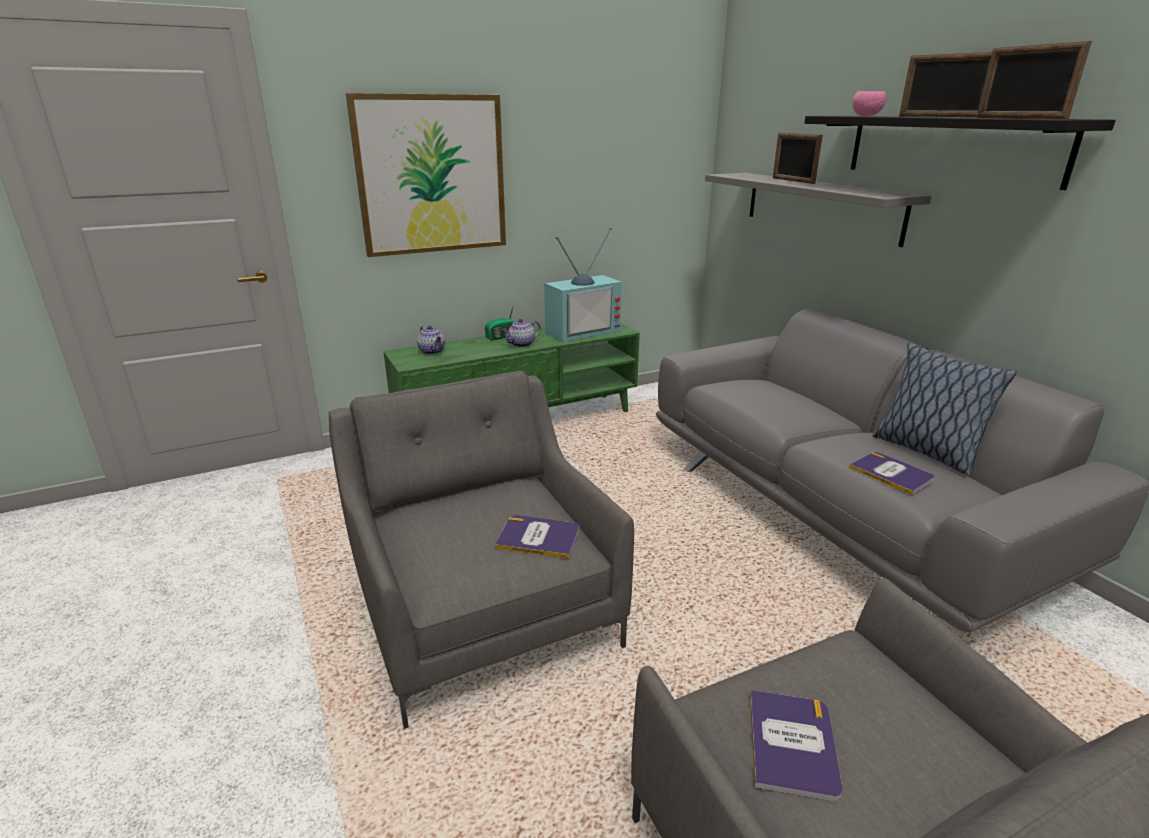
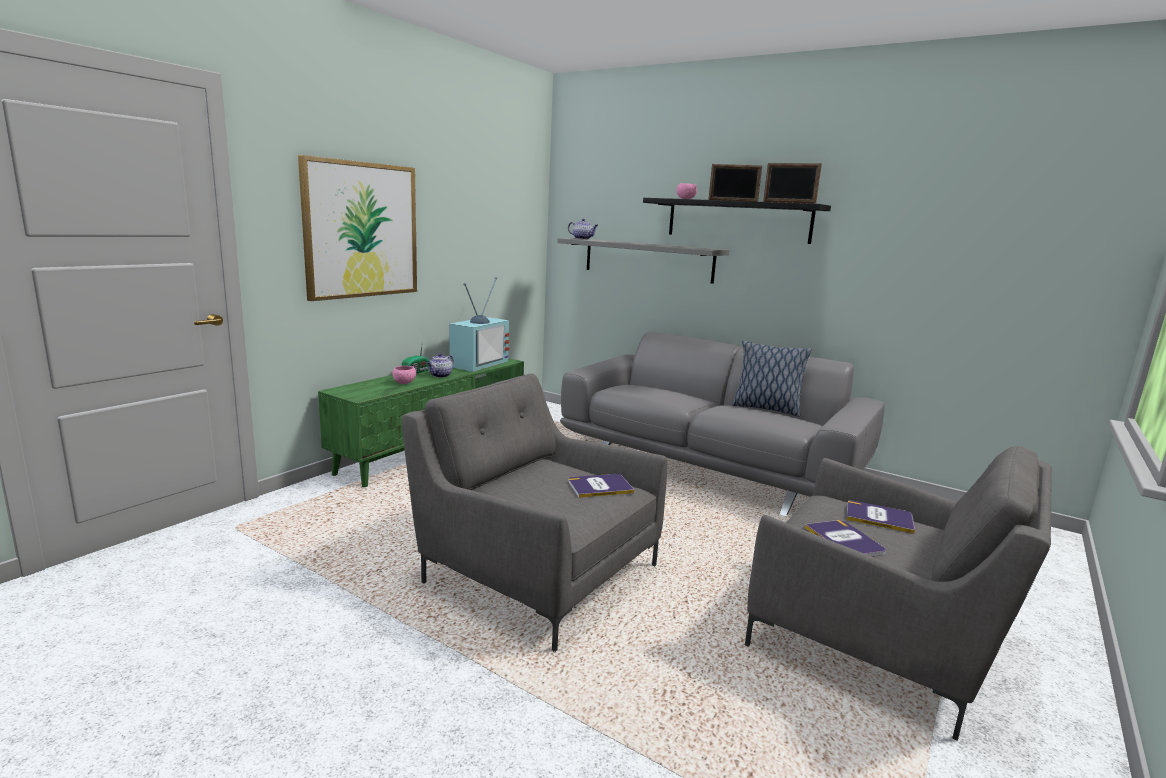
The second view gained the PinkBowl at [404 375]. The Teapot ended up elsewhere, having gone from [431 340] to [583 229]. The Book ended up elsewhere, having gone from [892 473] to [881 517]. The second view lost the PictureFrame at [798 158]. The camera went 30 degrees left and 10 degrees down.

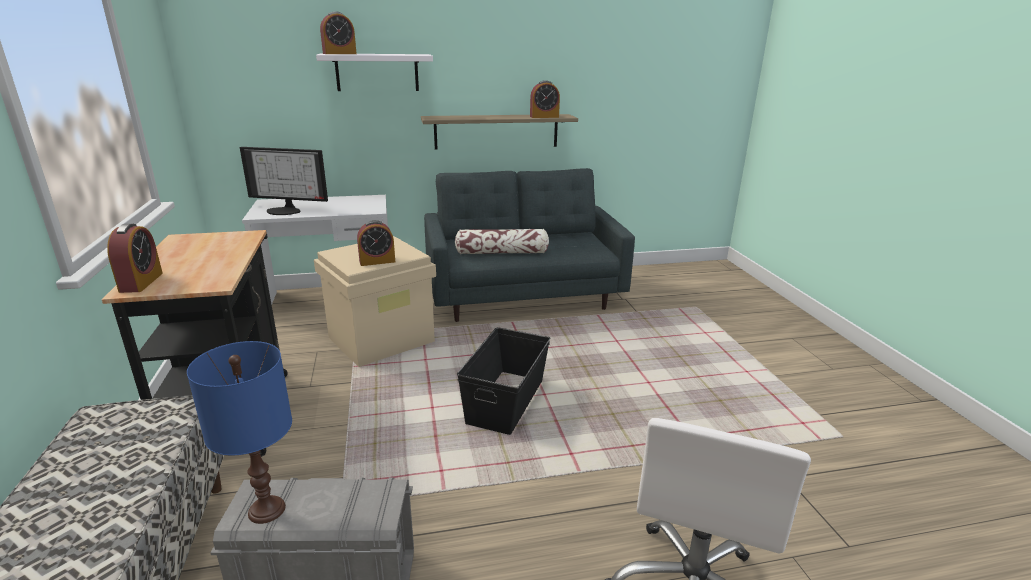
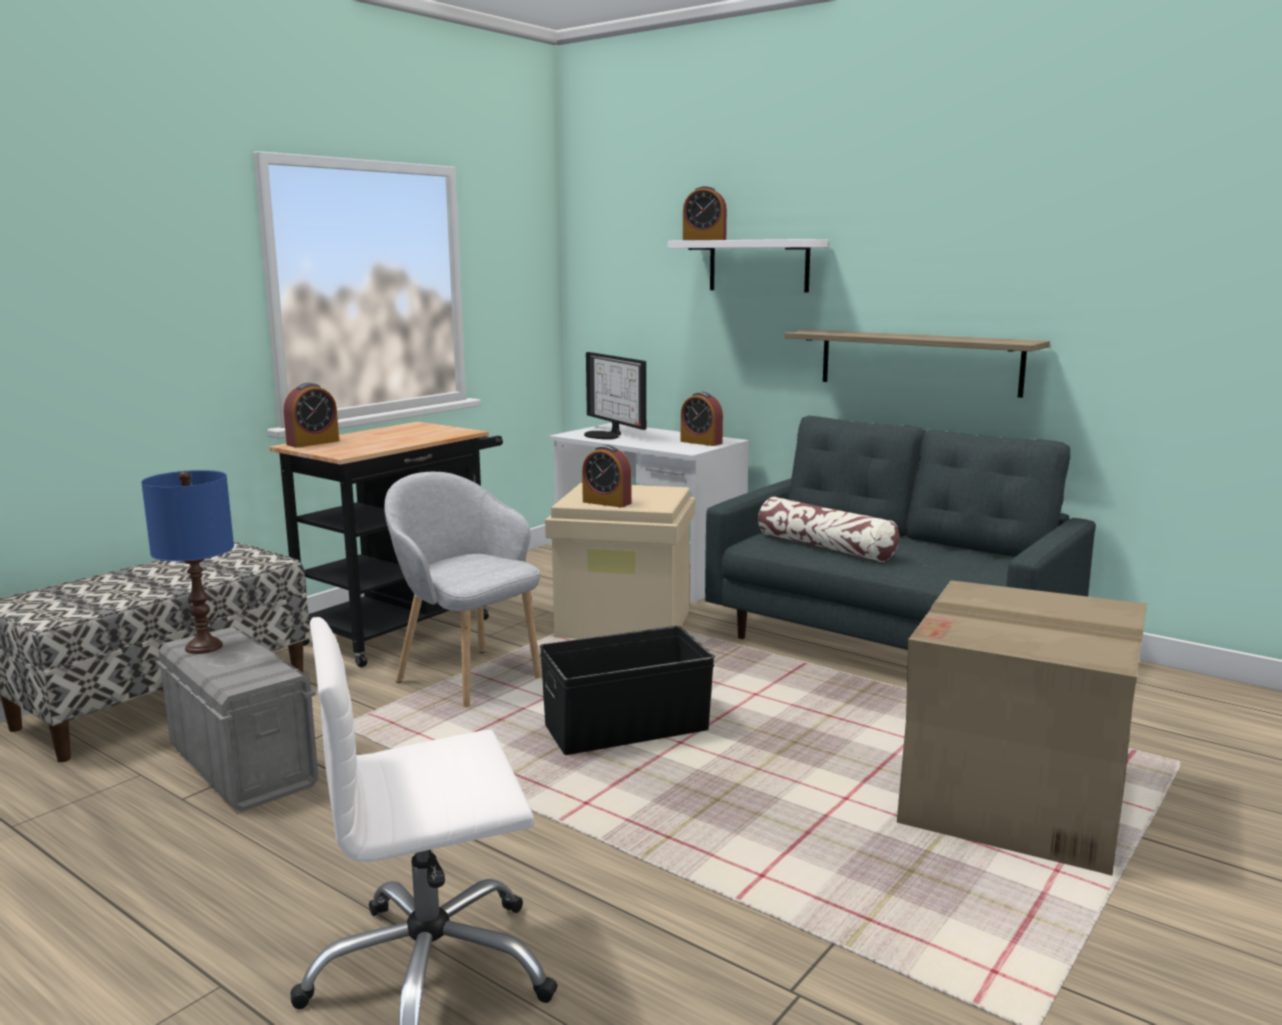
The second view gained the GreyArmchair at [462 589]. The AlarmClock ended up elsewhere, having gone from [545 99] to [702 419]. The second view gained the CardboardBox at [1022 728]. The camera went 50 degrees right and 10 degrees down.

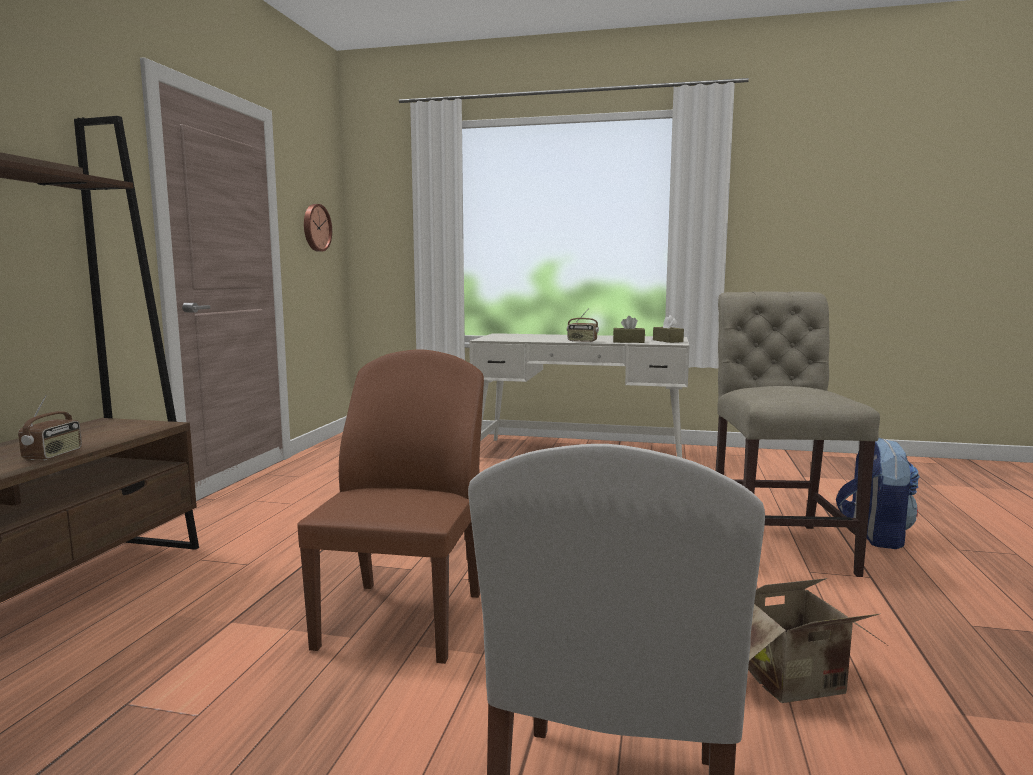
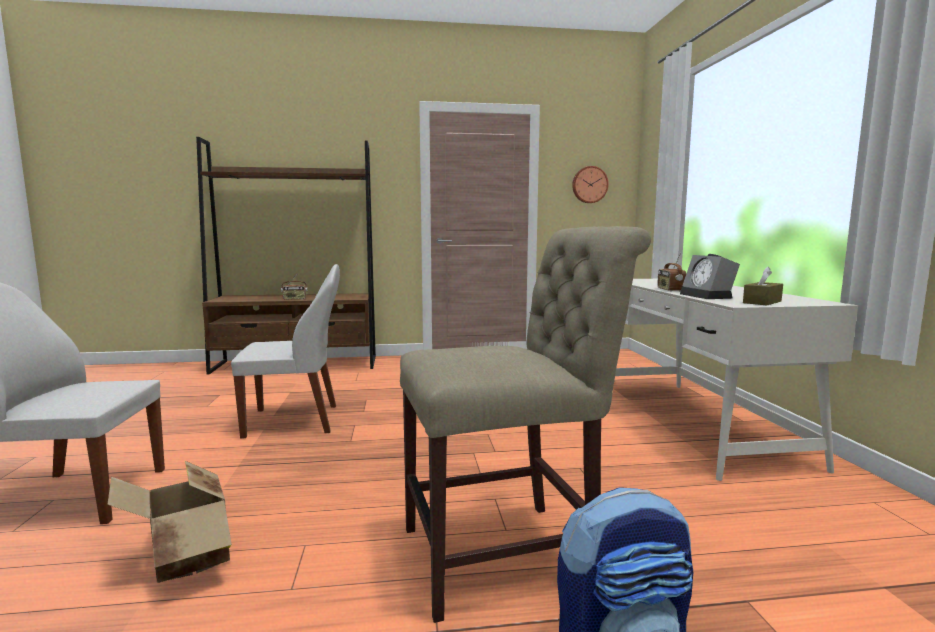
What was the BrownChair at [390 506] turned into the WhiteChair at [285 351]. Where the BrownTissueBox stood at [629 329], the AlarmClock came to stand at [710 276]. The camera went 70 degrees right and 0 degrees up.

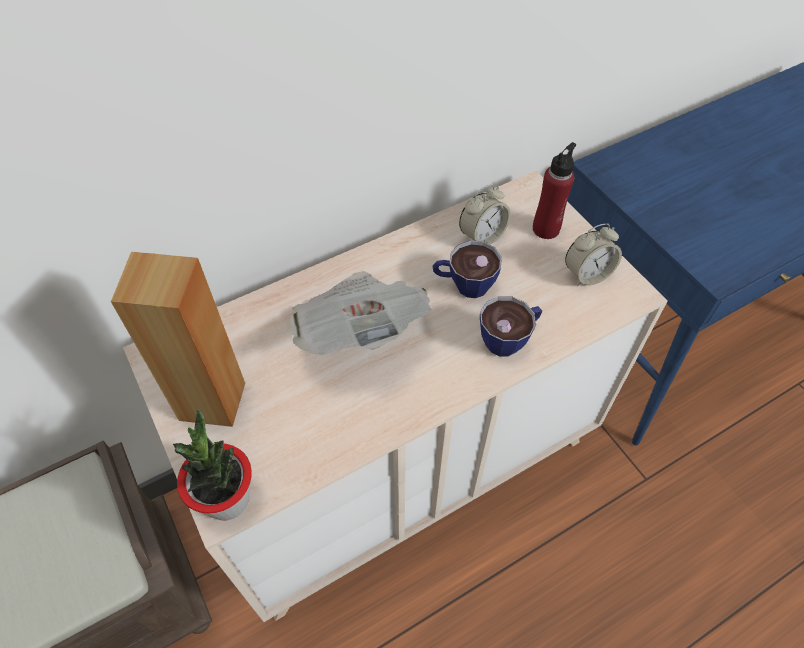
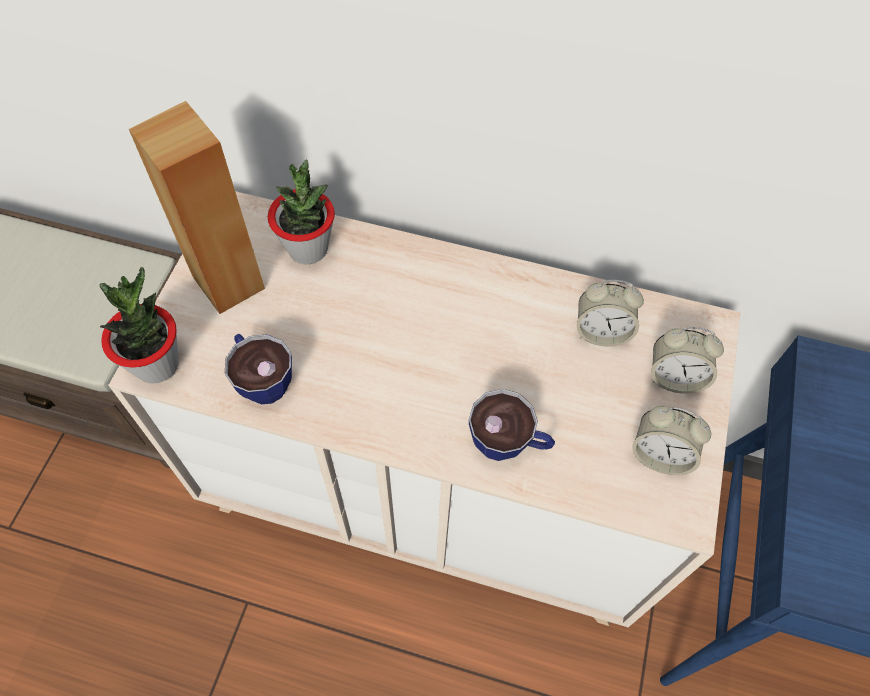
The Cup ended up elsewhere, having gone from [467 269] to [258 369]. The second view gained the PottedPlant at [301 211]. Where the RedBottle stood at [554 190], the AlarmClock came to stand at [687 360]. The second view lost the Newspaper at [361 313]. The camera went 45 degrees right and 5 degrees up.

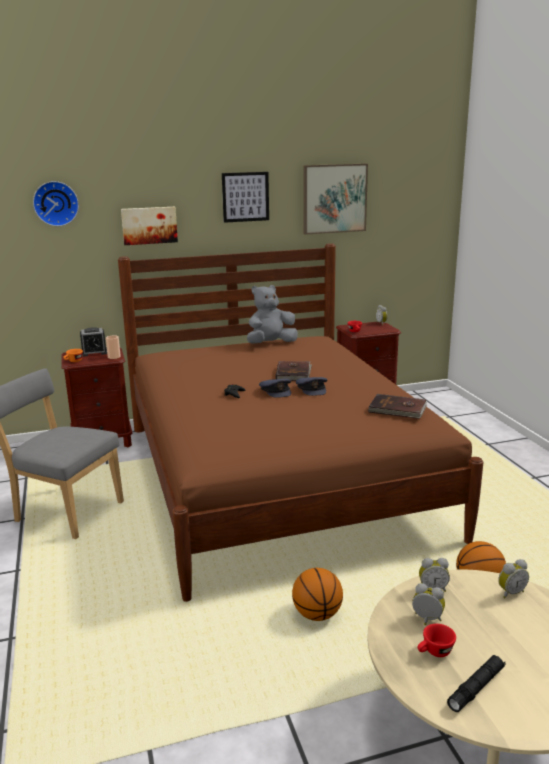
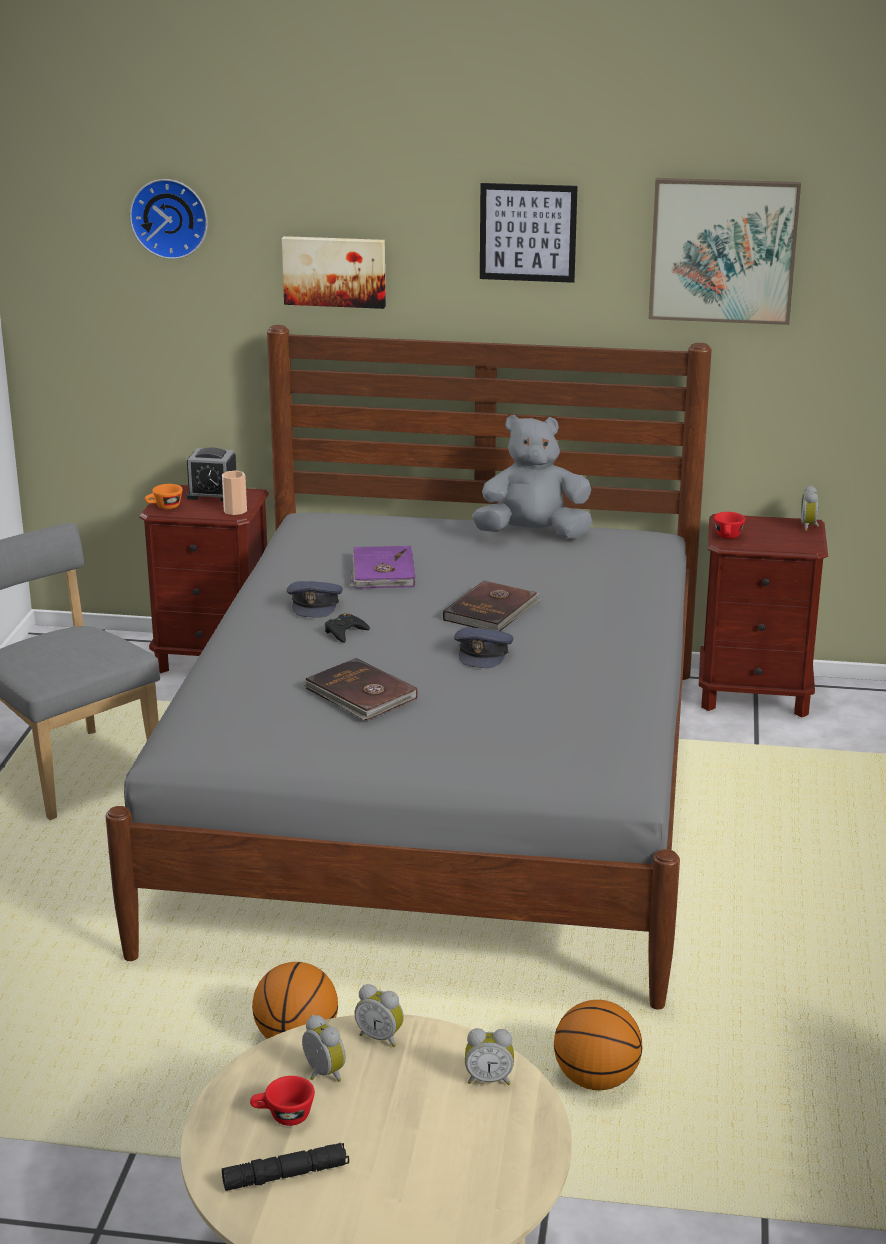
What was the BrownBed at [300 422] turned into the GreyBed at [408 667]. The GreyCap ended up elsewhere, having gone from [275 388] to [315 599]. The BrownBook ended up elsewhere, having gone from [397 406] to [361 689]. The second view gained the PurpleBook at [382 567]. The camera went 25 degrees right and 5 degrees up.

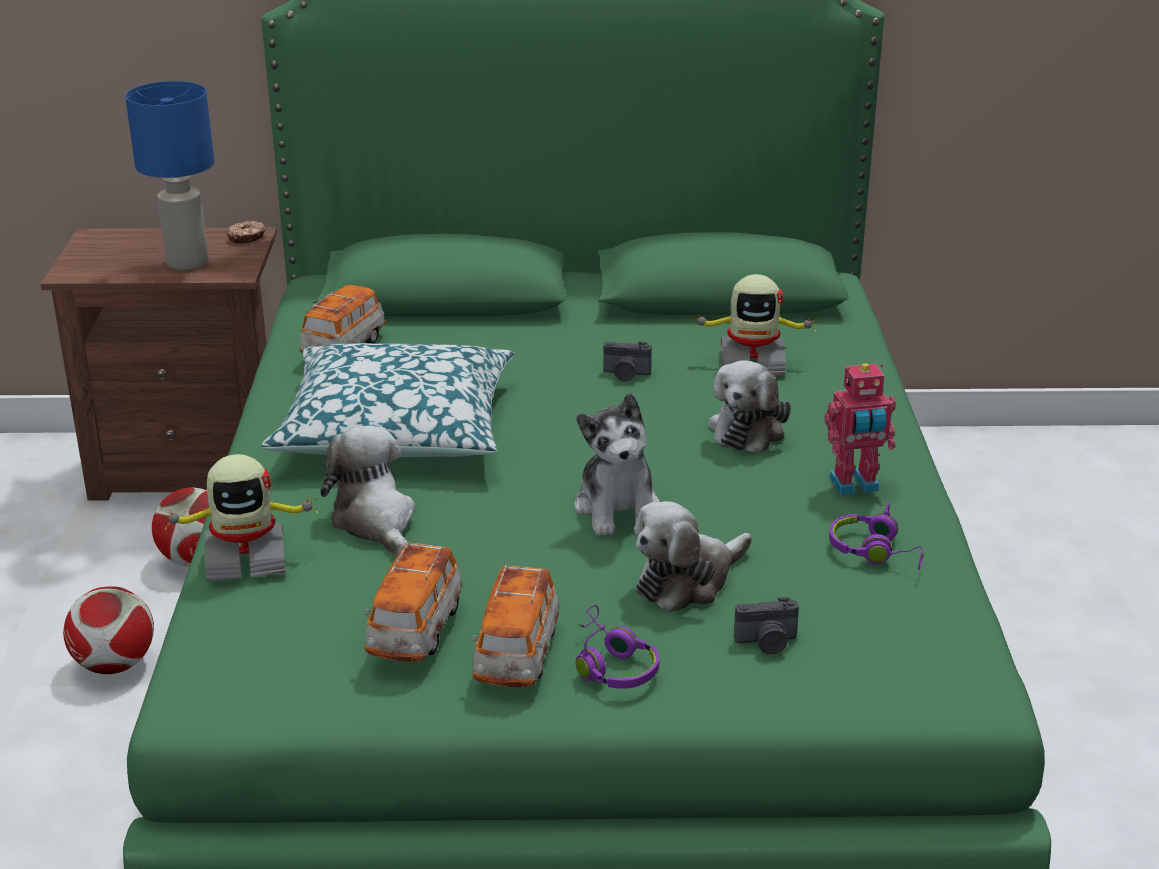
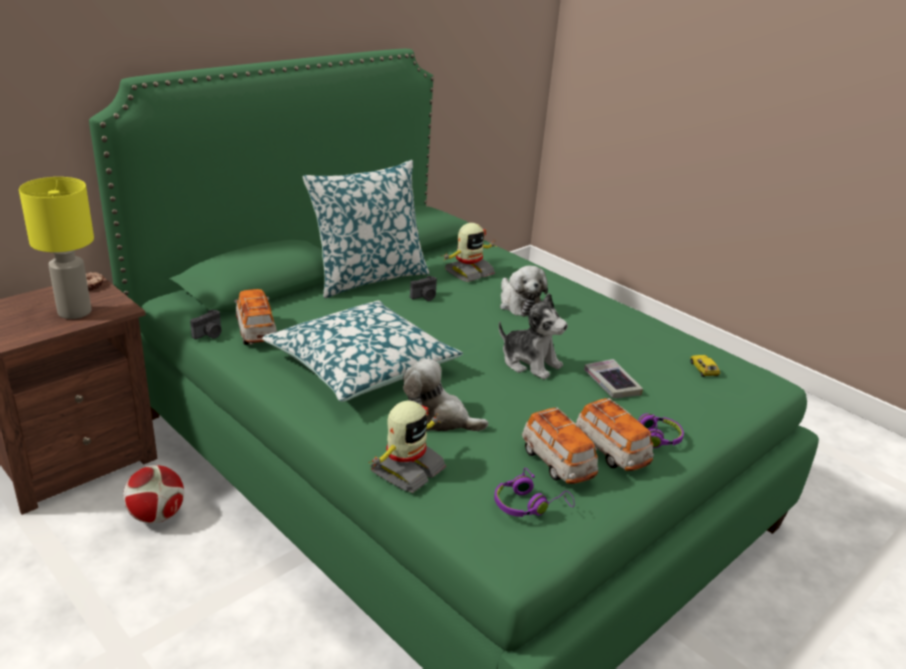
What was the BlueTableLamp at [169 175] turned into the YellowTableLamp at [56 248]. The PhotoCamera ended up elsewhere, having gone from [766 625] to [206 324]. The second view gained the Pillow at [366 229]. The PurpleHeadphones ended up elsewhere, having gone from [876 536] to [534 492]. Where the PlushToy stood at [693 556], the Book came to stand at [613 378]. The second view gained the ToyCar at [705 366]. The second view lost the Football at [108 630]. The second view lost the ToyRobot at [860 429]. The camera went 45 degrees left and 0 degrees up.

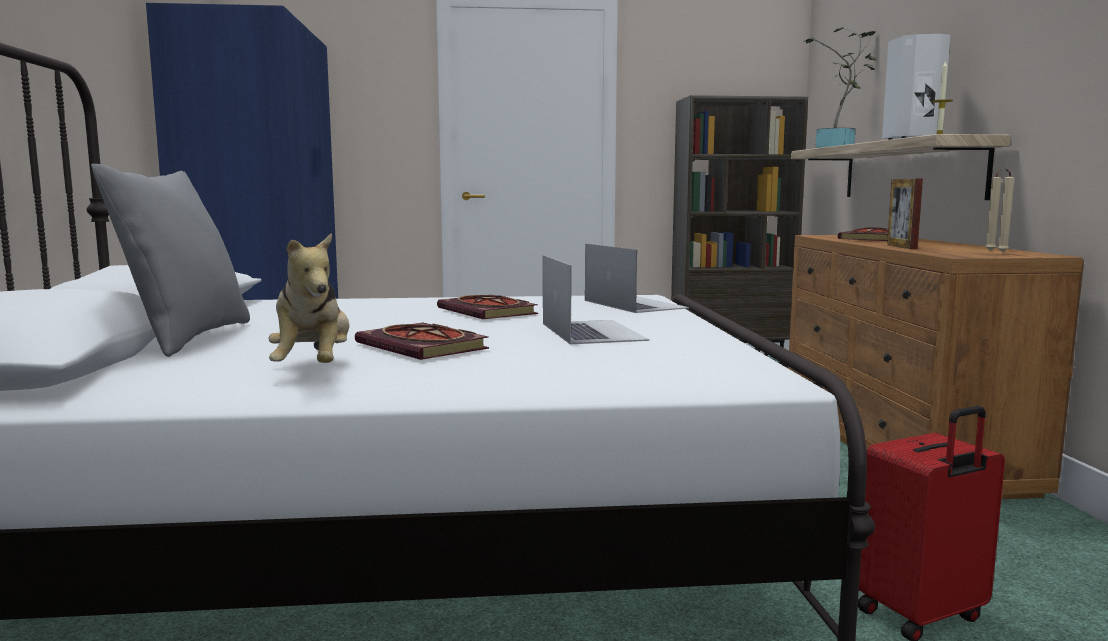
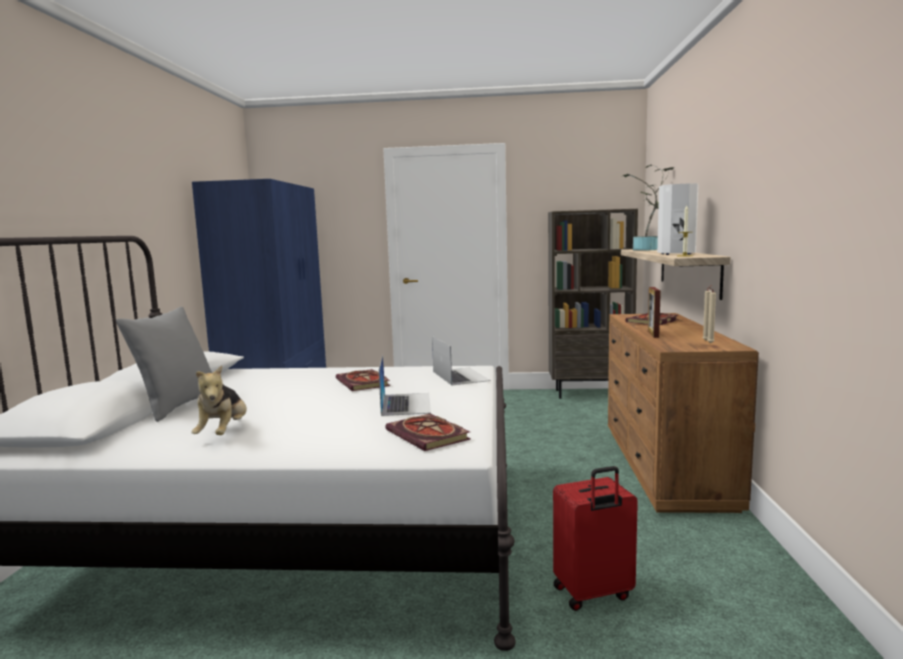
The Book ended up elsewhere, having gone from [422 341] to [428 432]. The camera went 10 degrees right and 0 degrees up.

